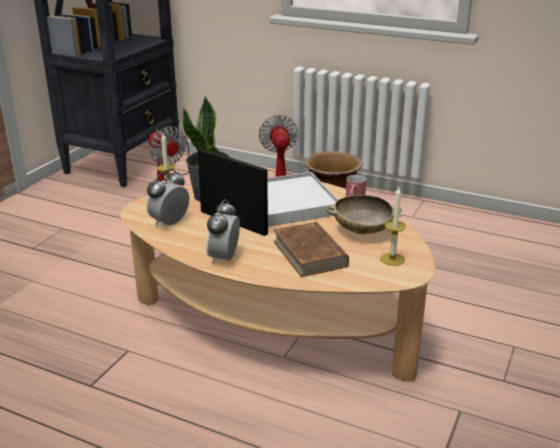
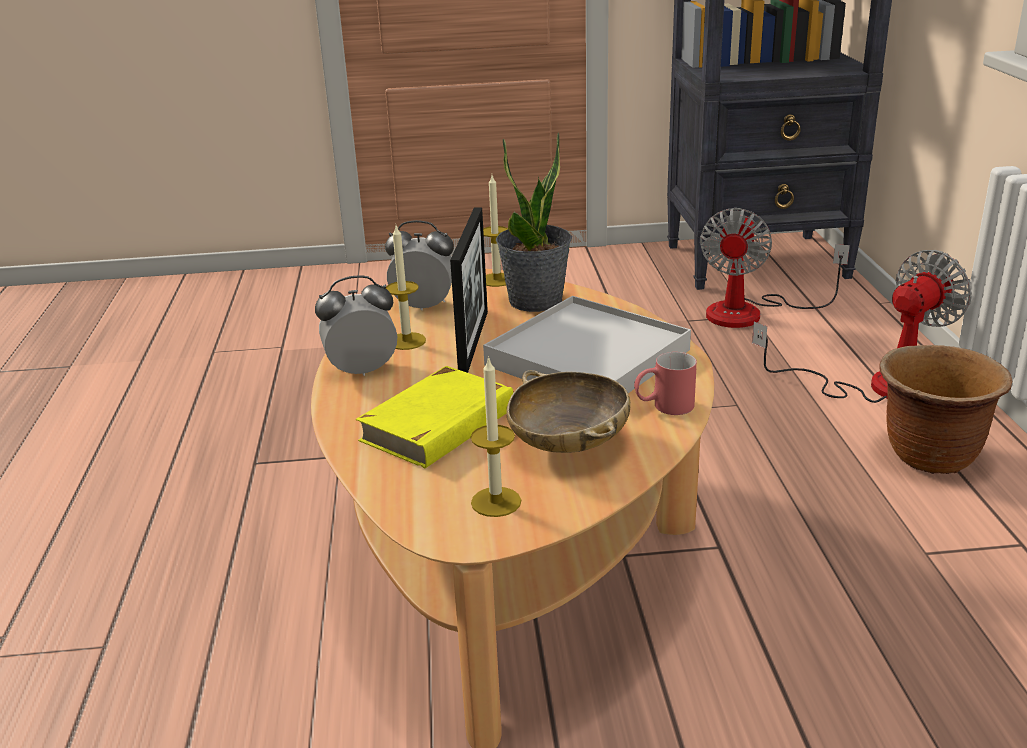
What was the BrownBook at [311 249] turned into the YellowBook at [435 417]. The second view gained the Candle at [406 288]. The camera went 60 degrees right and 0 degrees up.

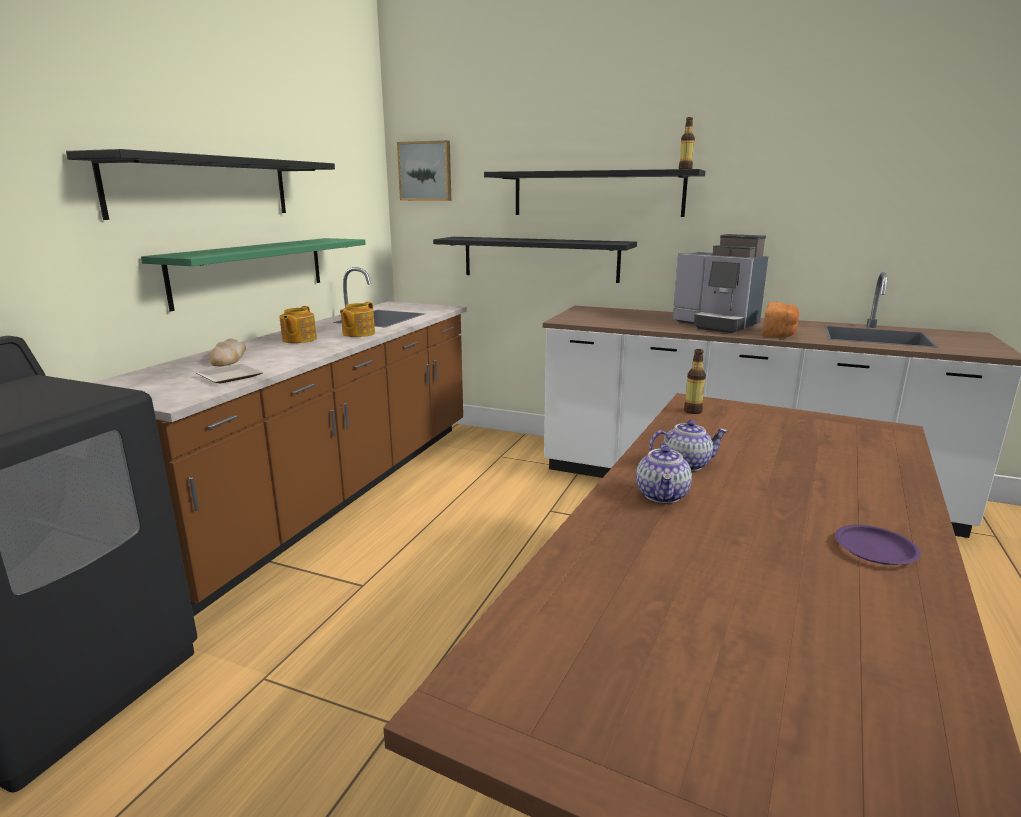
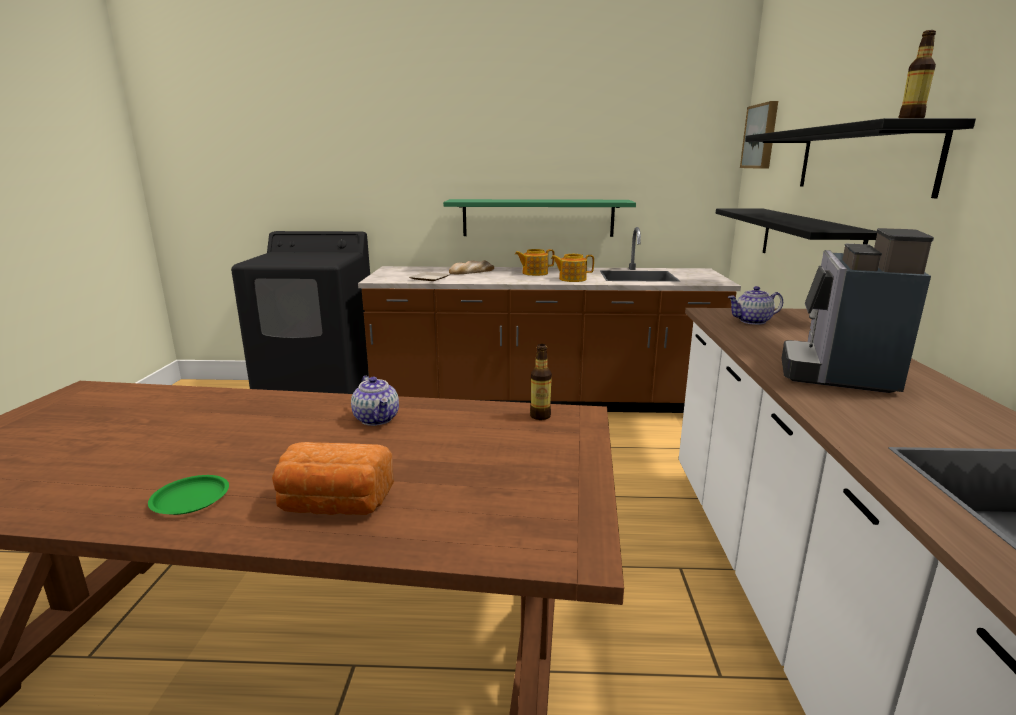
What was the PurplePlate at [878 545] turned into the GreenPlate at [188 495]. The Bread ended up elsewhere, having gone from [780 319] to [333 478]. The Teapot ended up elsewhere, having gone from [664 473] to [755 305]. The second view lost the BlackShelf at [200 184]. The camera went 70 degrees right and 0 degrees up.

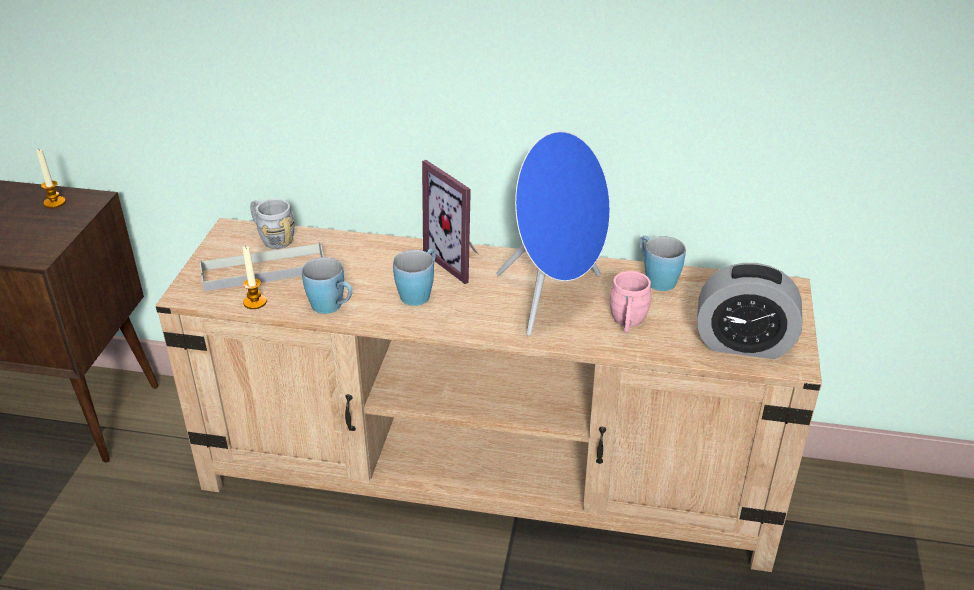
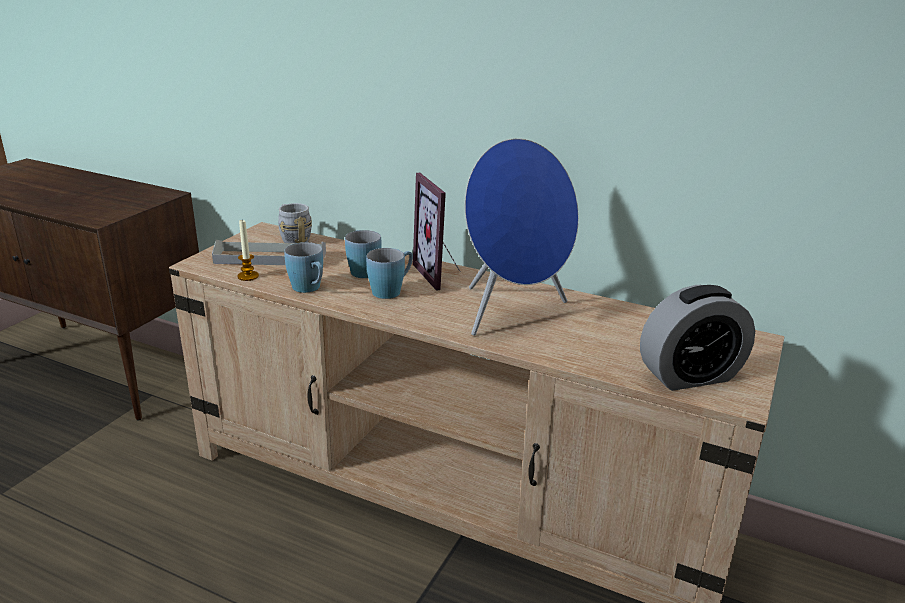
The BlueMug ended up elsewhere, having gone from [663 263] to [363 254]. The AlarmClock at [749 311] ended up facing another way, 45 degrees counterclockwise from before. The second view lost the Candle at [51 178]. The second view lost the PinkMug at [631 302]. The camera went 15 degrees right and 10 degrees down.

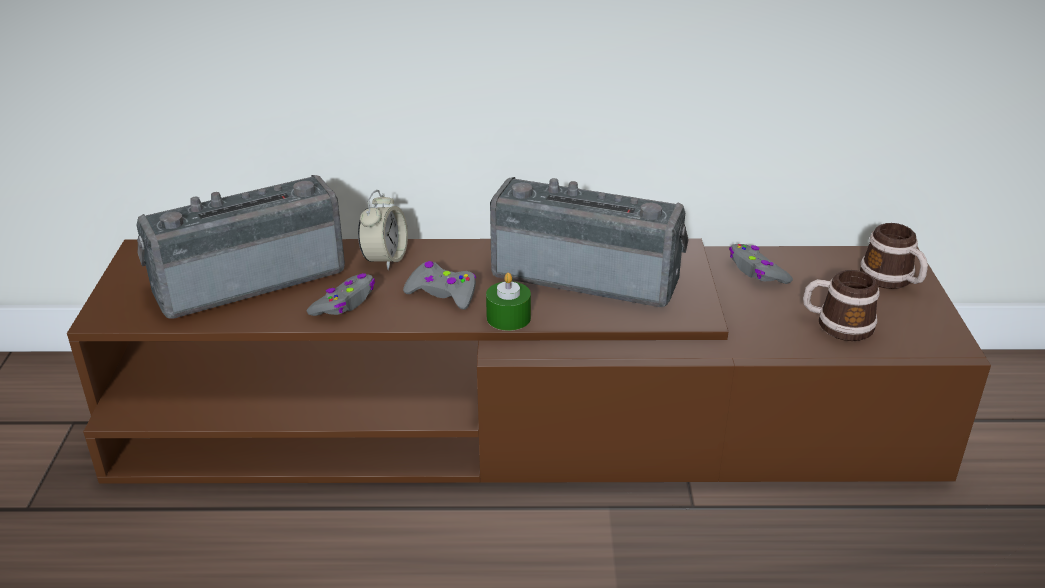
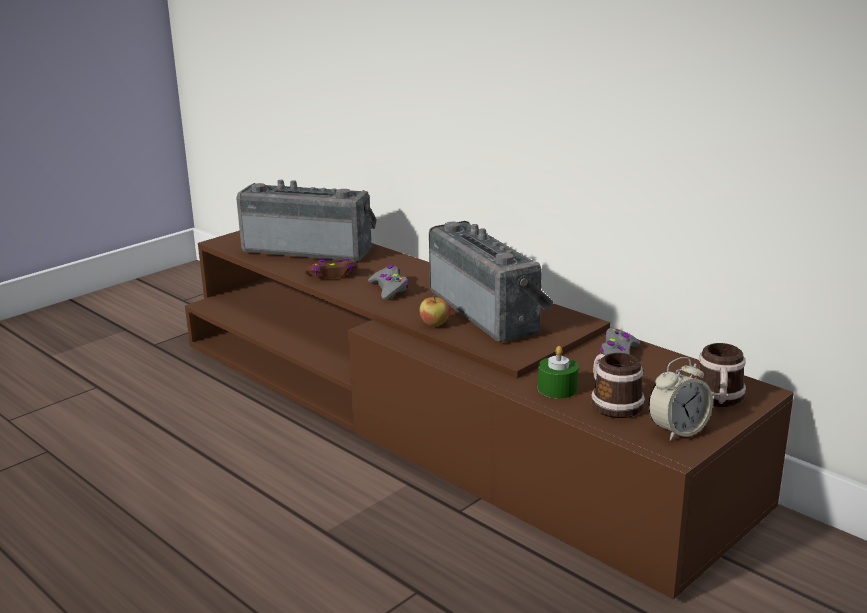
What was the GreyGameController at [341 294] turned into the BrownGameController at [330 268]. The second view gained the Apple at [434 310]. The GreenCandle ended up elsewhere, having gone from [508 302] to [558 372]. The AlarmClock ended up elsewhere, having gone from [383 230] to [680 399]. The camera went 45 degrees right and 10 degrees down.

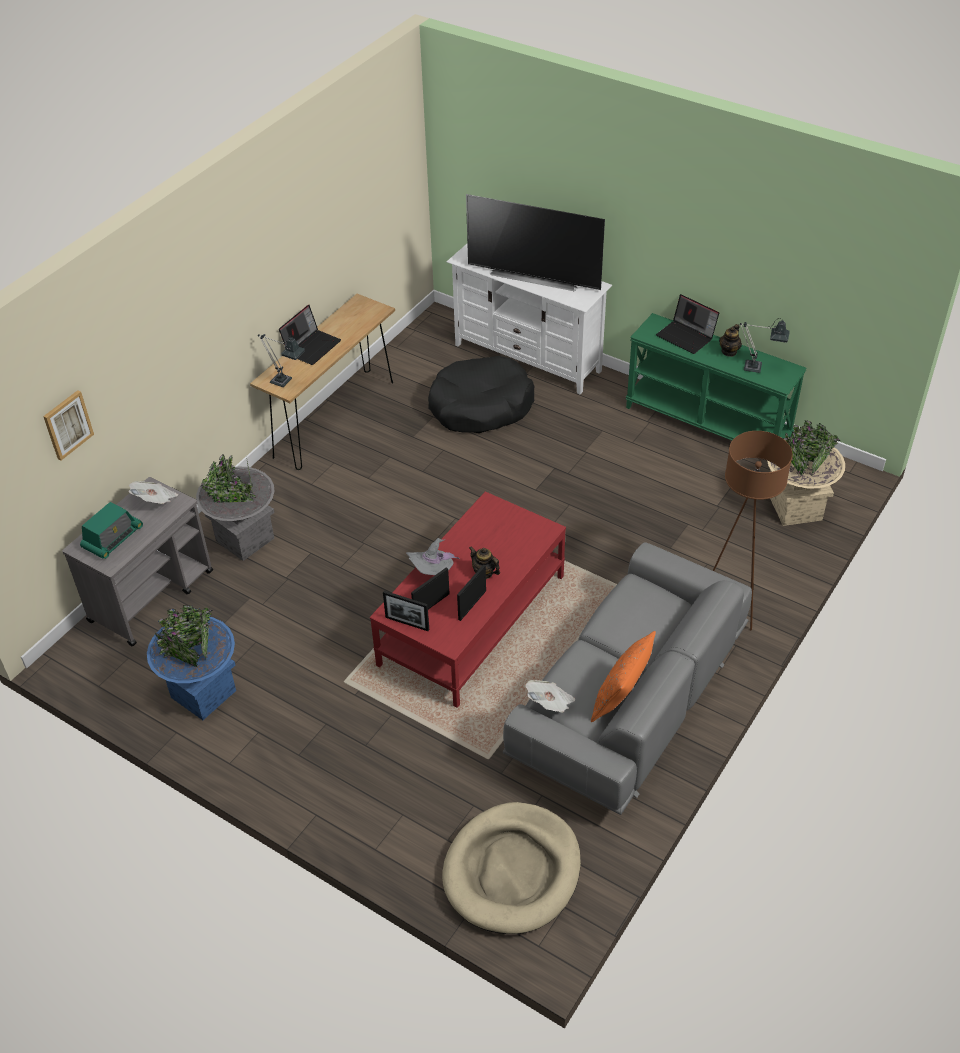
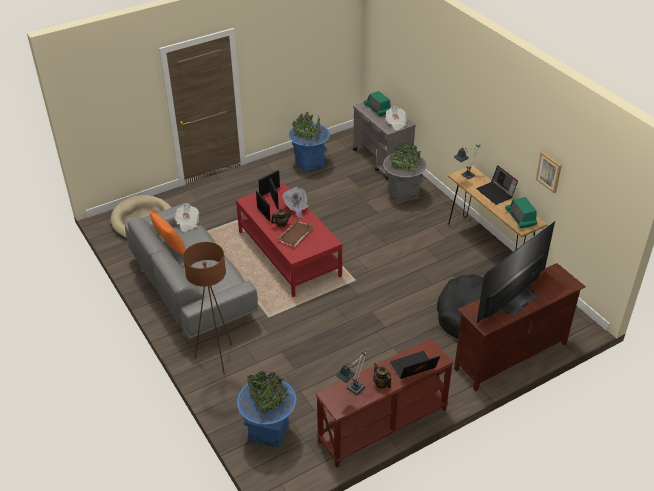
What was the BeigePlanter at [806 473] turned into the BluePlanter at [266 409]. The second view gained the BrownTray at [295 233]. What was the GreenConsoleTable at [716 376] turned into the BrownConsoleTable at [384 403]. What was the WhiteTvStand at [529 319] turned into the BrownTvStand at [520 327]. The second view gained the Radio at [521 212]. The Picture ended up elsewhere, having gone from [68 425] to [549 172]. The camera went 115 degrees right and 5 degrees down.

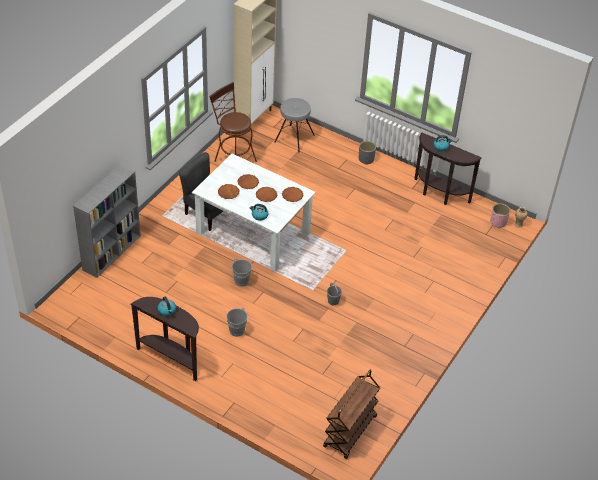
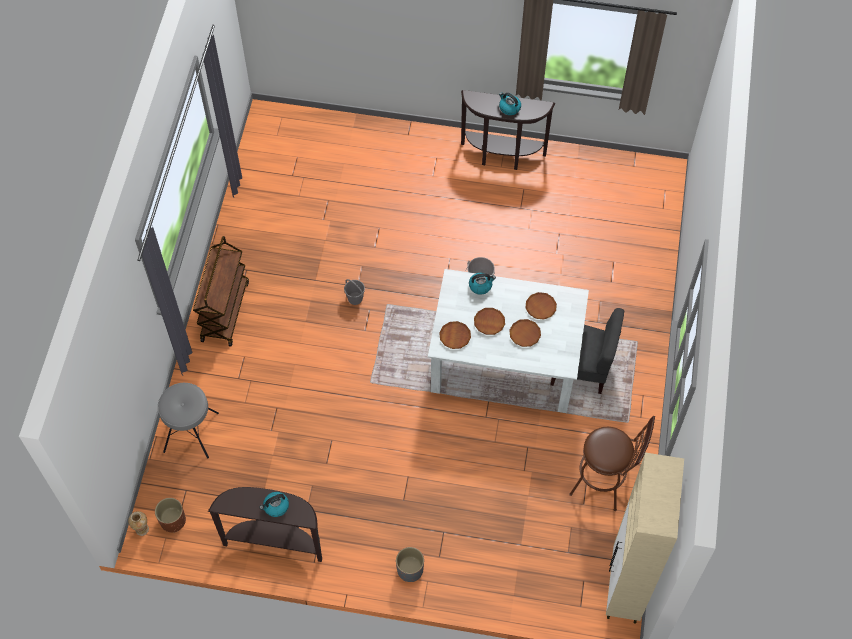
What was the PinkPlanter at [500 215] turned into the BrownPlanter at [170 515]. The GreyStool ended up elsewhere, having gone from [295 125] to [188 420]. The BrownCart ended up elsewhere, having gone from [351 414] to [221 291]. The second view lost the GreyBookcase at [107 221]. The second view lost the GreyBucket at [238 322]. The camera went 160 degrees right and 15 degrees up.

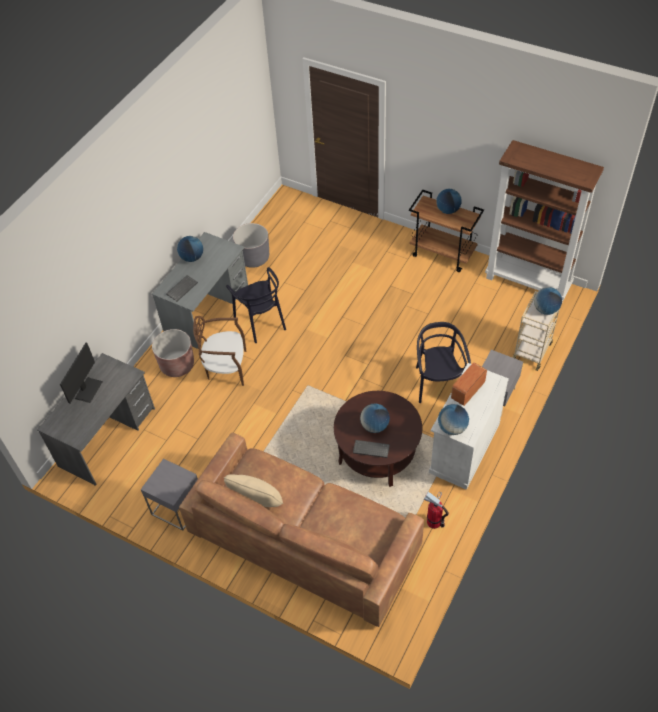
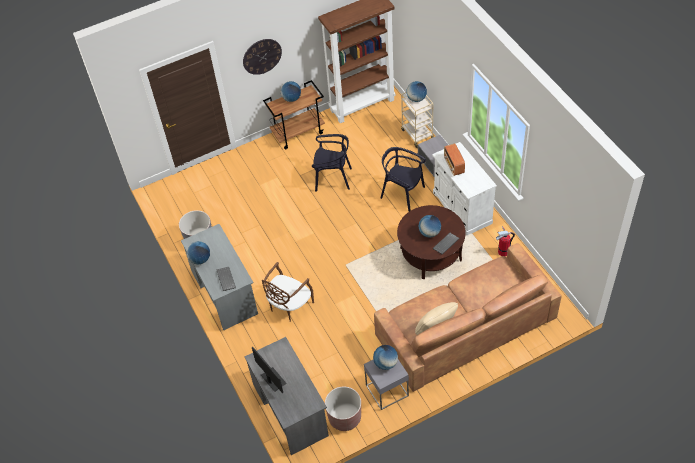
The second view gained the WallClock at [262 57]. The BlackChair ended up elsewhere, having gone from [256 305] to [332 163]. The BrownPlanter ended up elsewhere, having gone from [173 353] to [343 408]. The Globe ended up elsewhere, having gone from [453 419] to [385 357]. The camera went 55 degrees left and 0 degrees up.

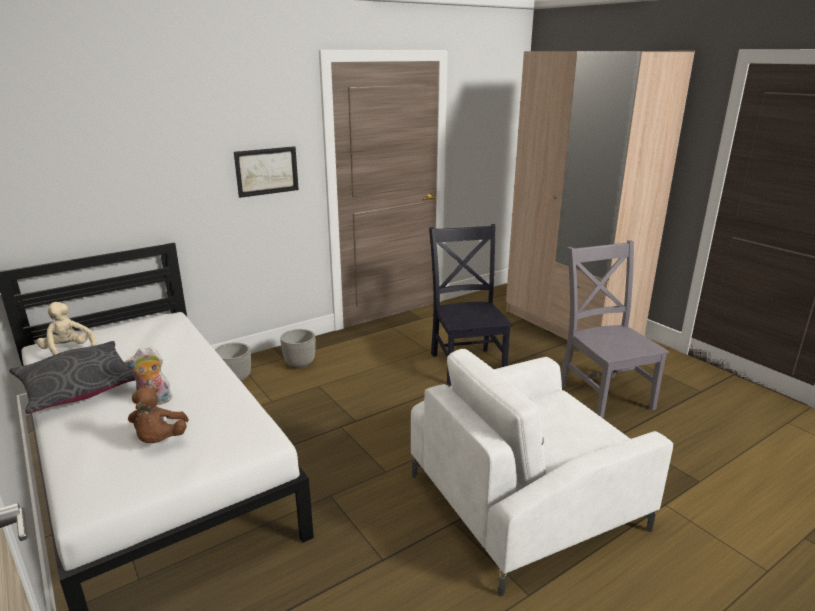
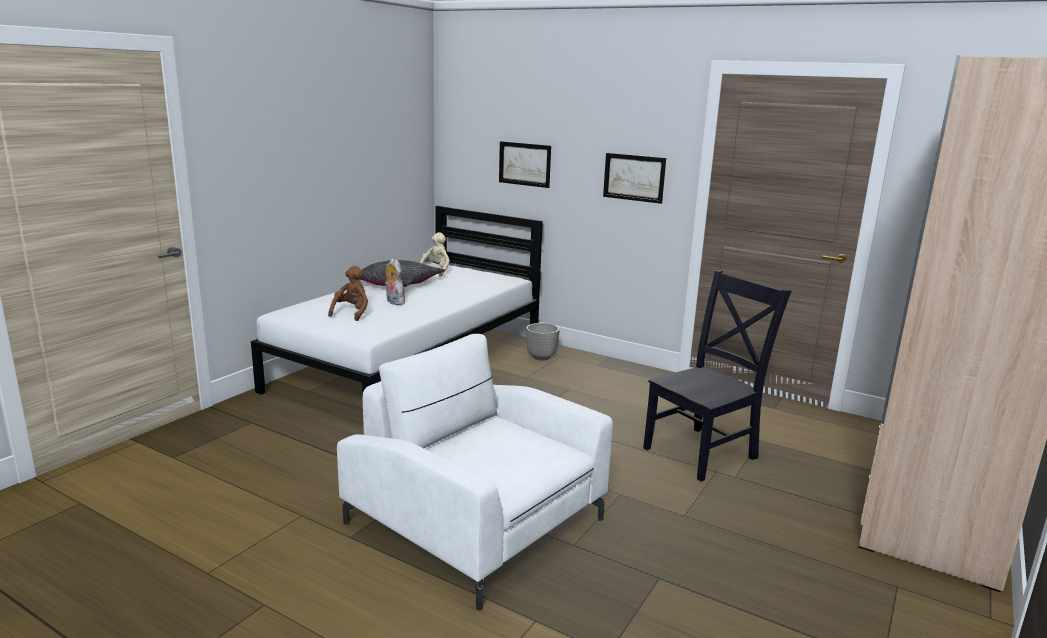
The BrownPlushToy at [158 415] ended up facing another way, 135 degrees clockwise from before. The second view gained the Picture at [525 164]. The second view lost the Planter at [298 349]. The second view lost the GreyChair at [615 329]. The camera went 65 degrees right and 5 degrees down.

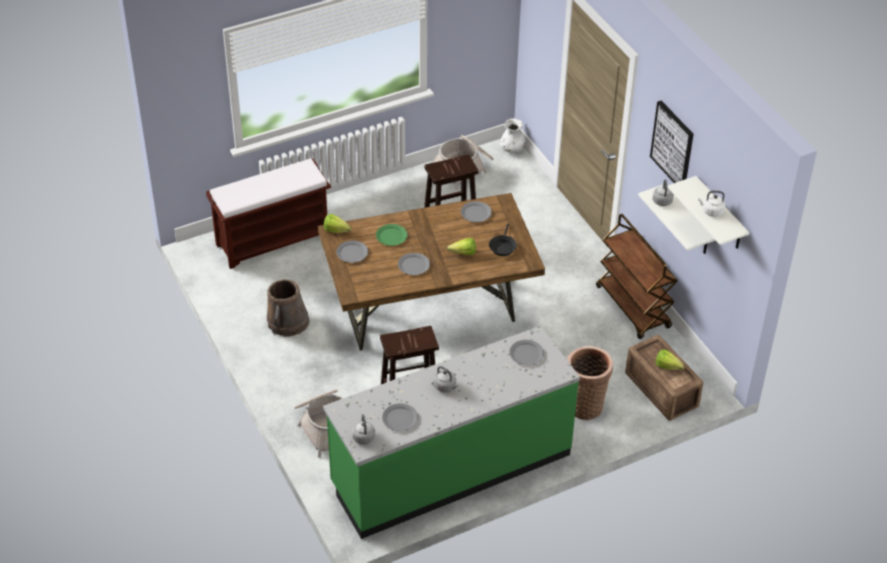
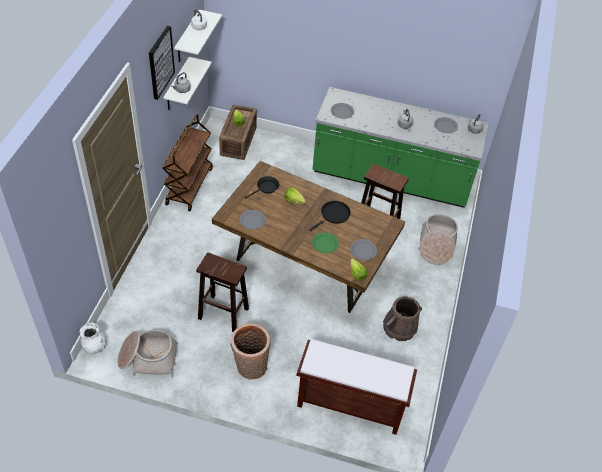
The Basket ended up elsewhere, having gone from [590 383] to [250 351]. Where the GreyPlate stood at [414 264], the BlackFryingPan came to stand at [330 216]. The camera went 140 degrees left and 5 degrees up.

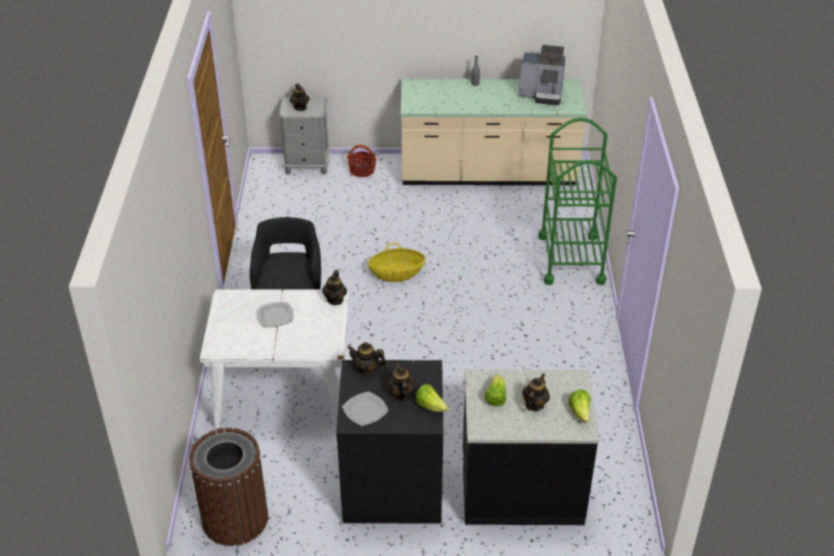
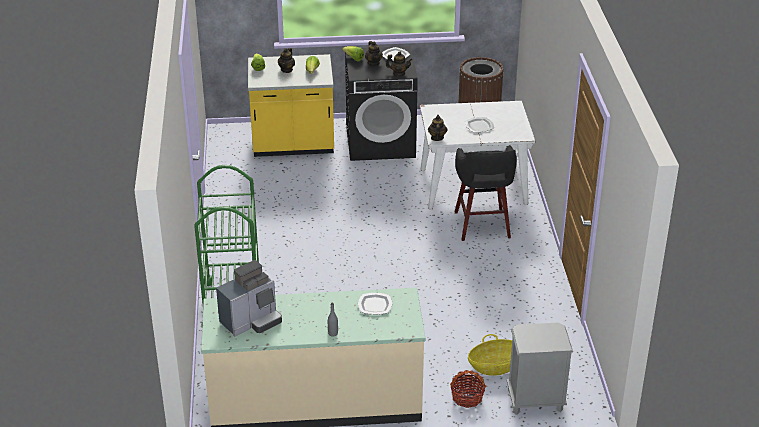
The CoffeeMachine at [542 75] ended up facing another way, 135 degrees clockwise from before. What was the BlackCounter at [531 447] turned into the YellowCounter at [291 105]. The second view gained the Plate at [375 304]. The Basket ended up elsewhere, having gone from [396 262] to [490 355]. The second view lost the Teapot at [300 97]. The camera went 175 degrees right and 5 degrees down.

